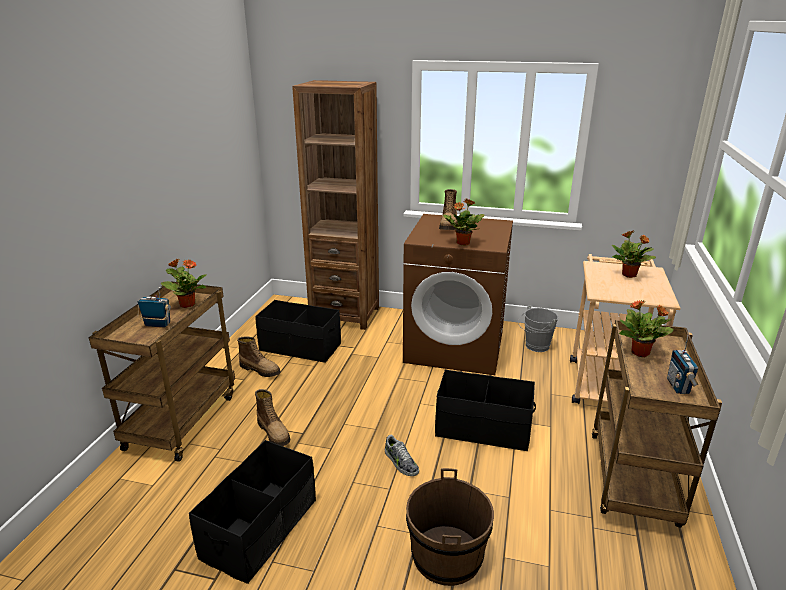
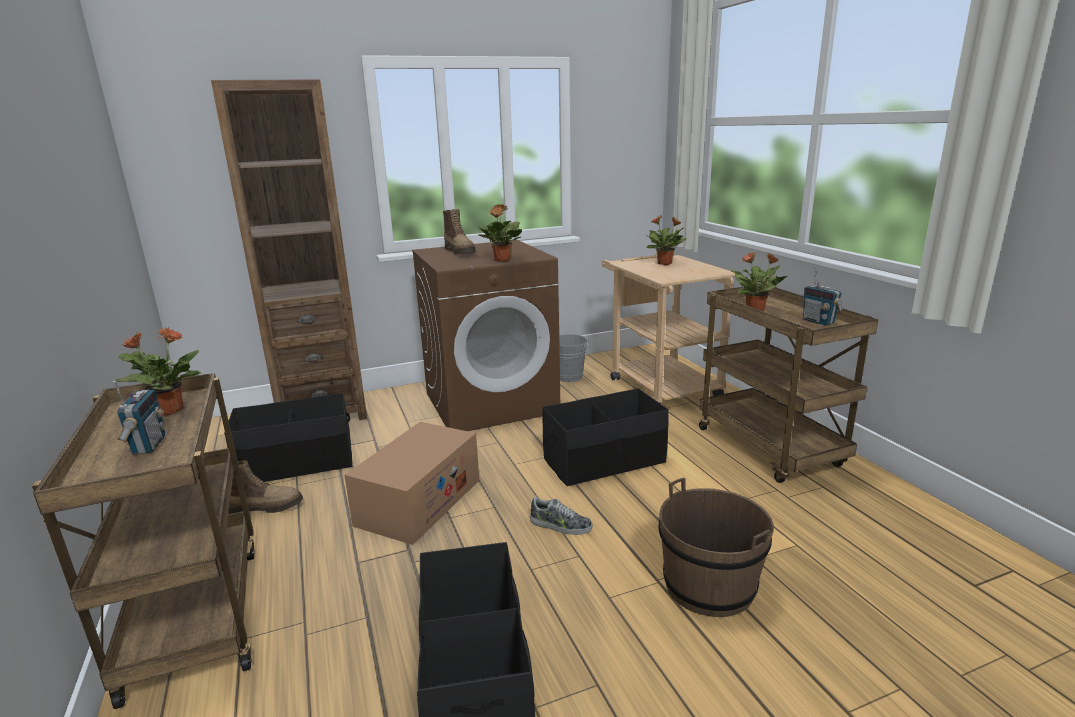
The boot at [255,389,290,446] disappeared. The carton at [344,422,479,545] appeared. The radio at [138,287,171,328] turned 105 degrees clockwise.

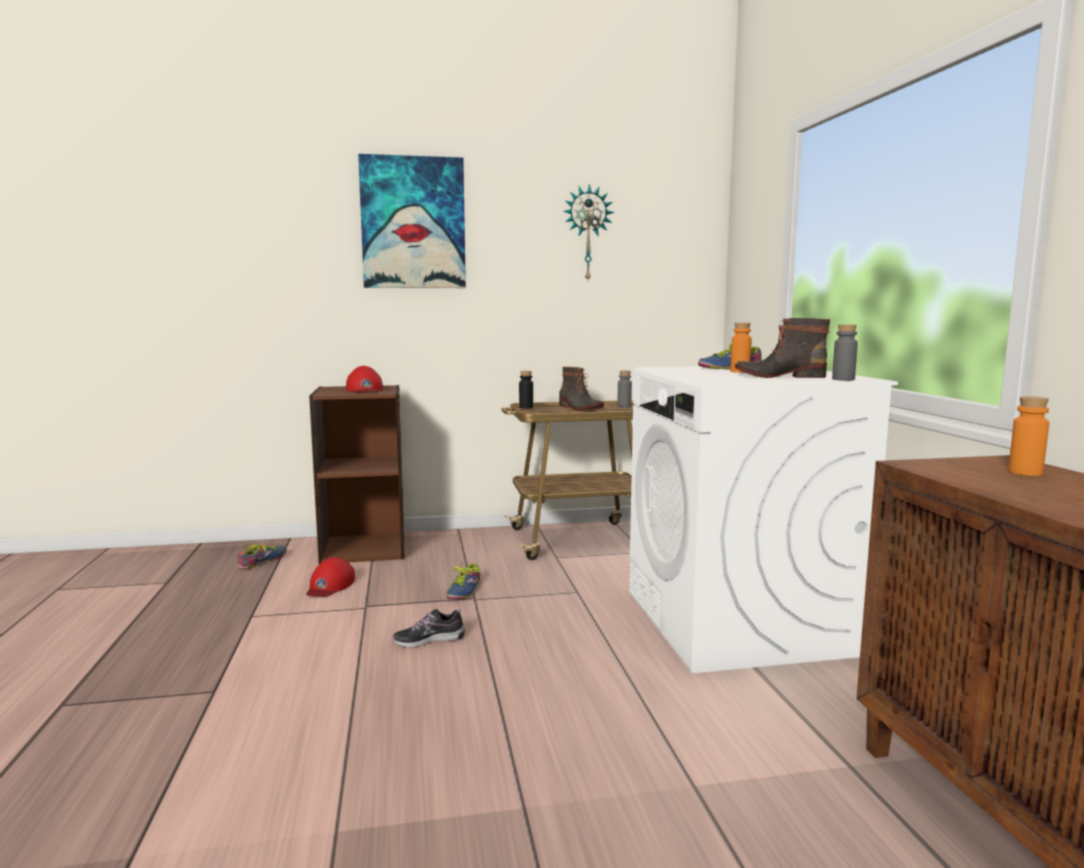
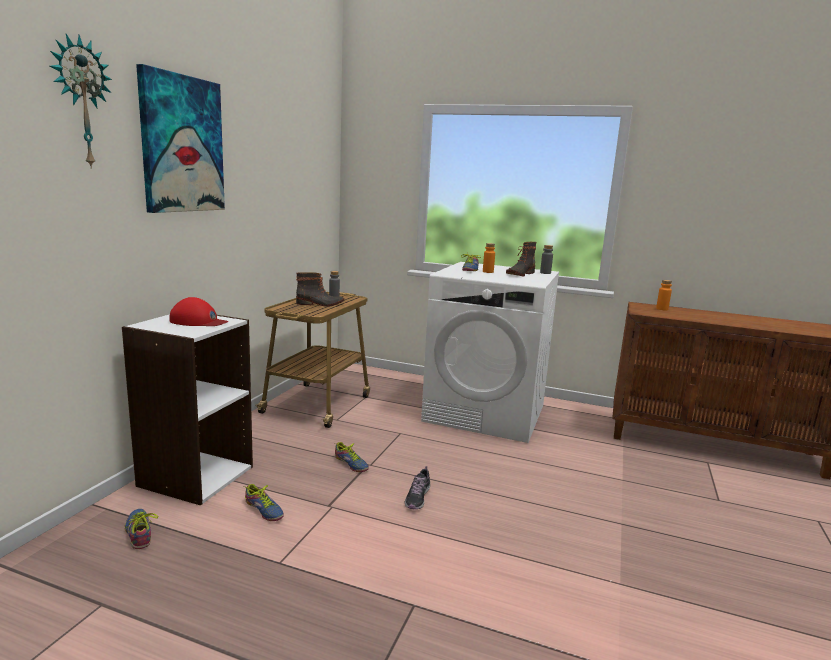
The black bottle at [519,371,533,408] disappeared. The hanging clock moved from [563,184,614,280] to [50,34,112,169]. The reddish baseball cap at [306,557,355,597] was replaced by the shoe at [243,484,284,521]. The brown-coloured bookcase at [309,385,405,564] became the white-coloured bookcase at [122,314,253,506].

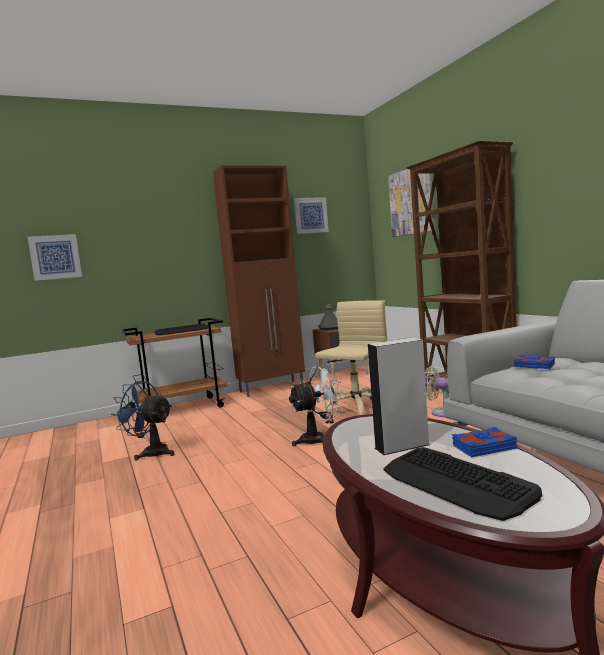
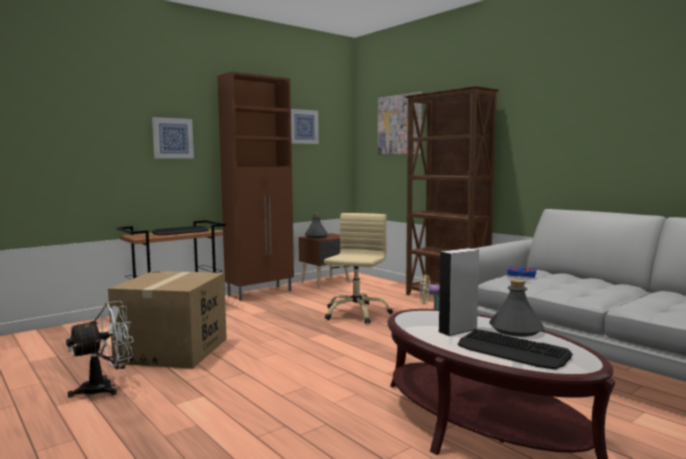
The picture moved from [28,234,82,281] to [152,117,194,159]. The white-coloured electric fan moved from [288,365,344,446] to [66,301,134,398]. The bluish electric fan at [111,381,175,460] was replaced by the carton at [108,271,227,369]. The bluish book at [452,427,517,457] was replaced by the grey bottle at [489,279,544,337].

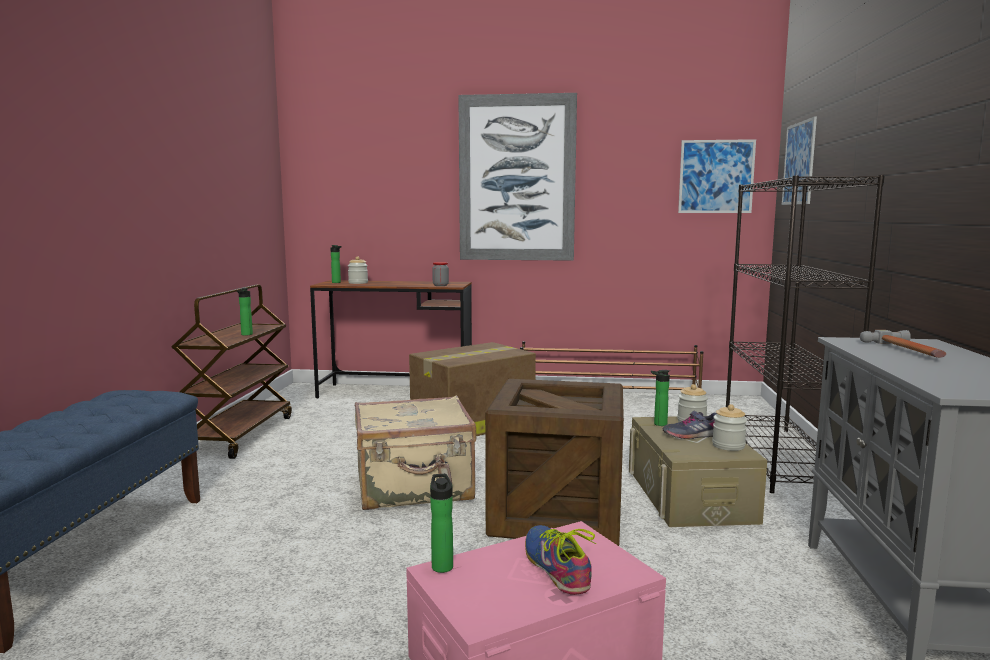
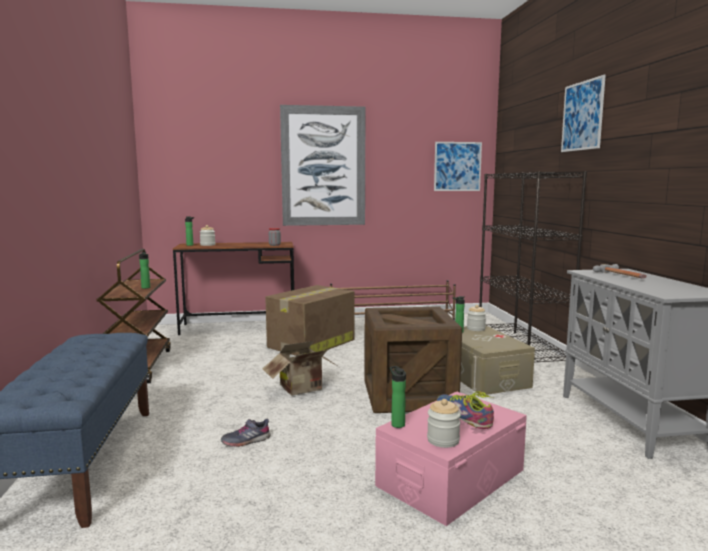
The grey shoe moved from [663,410,717,439] to [221,419,270,447]. The storage jar moved from [712,404,747,451] to [427,399,461,448]. The picture moved from [782,116,817,205] to [561,75,606,152]. The beige-coloured piece of luggage at [355,395,476,510] was replaced by the carton at [262,341,339,395].

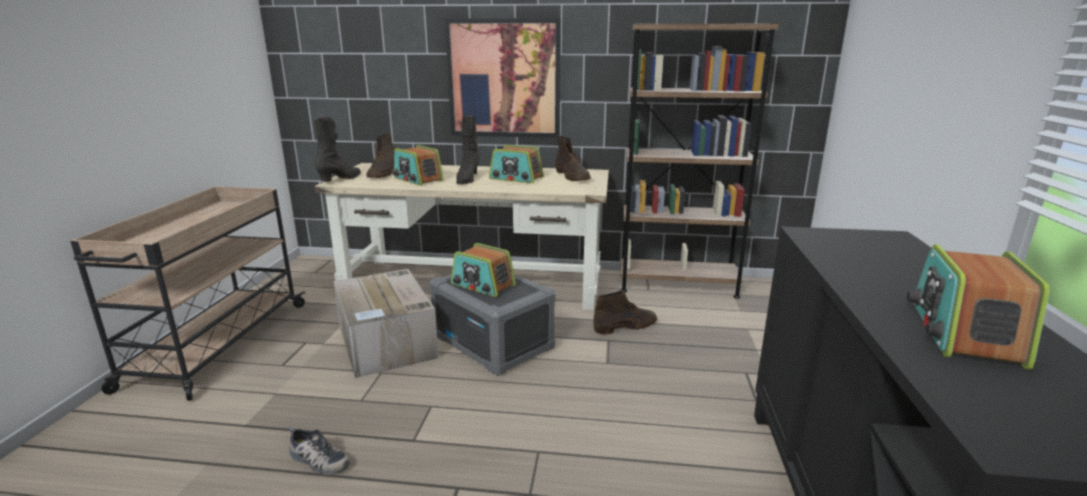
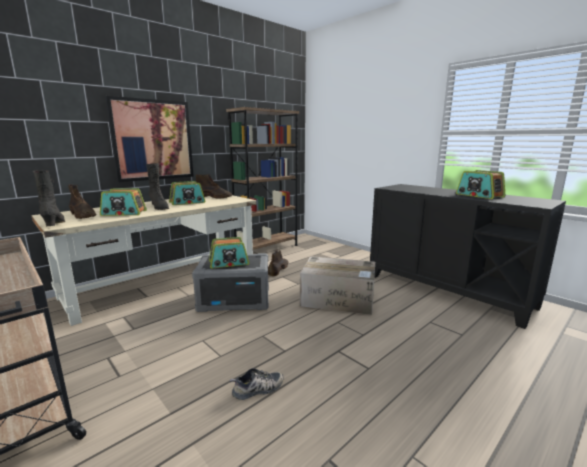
The carton moved from [333,269,439,378] to [300,256,375,315].

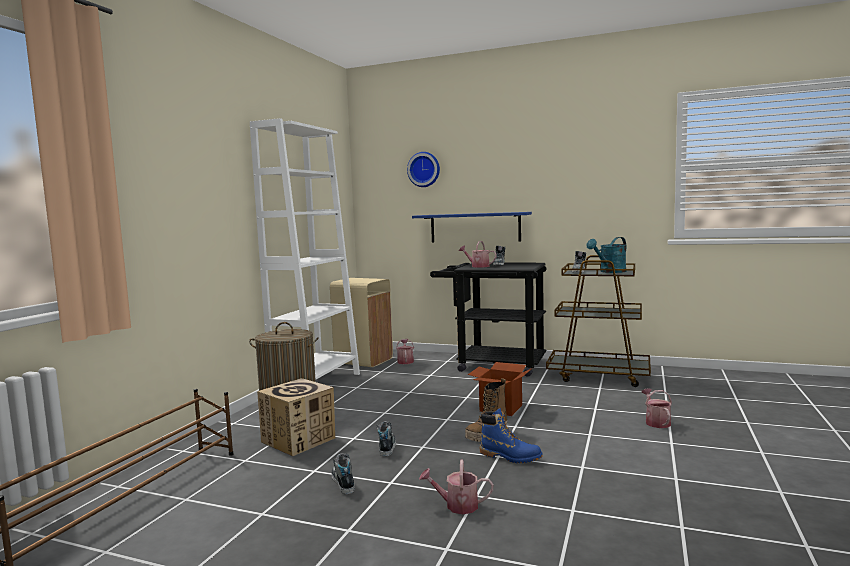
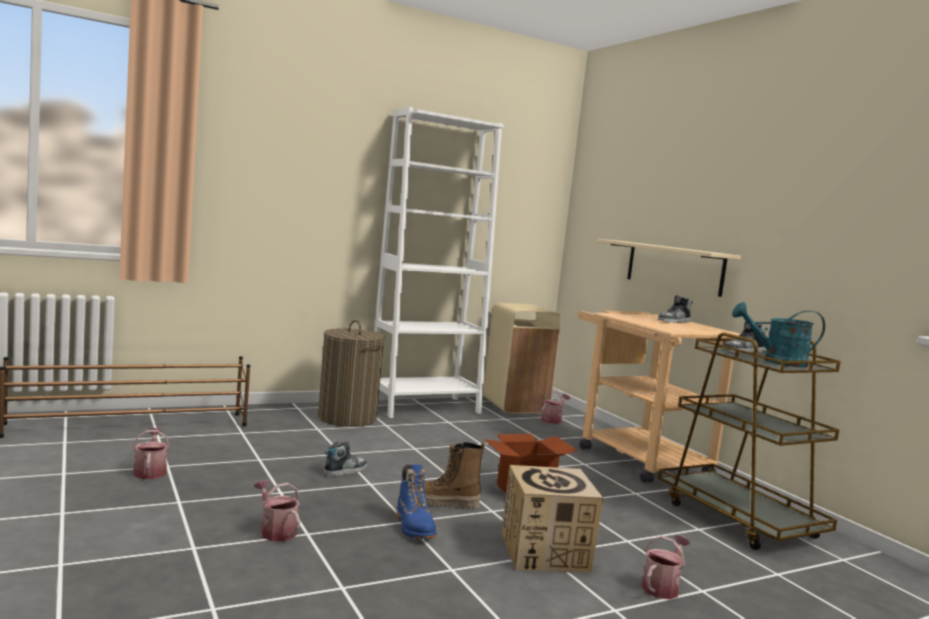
The shoe at [331,453,355,494] disappeared. The hanging clock at [407,152,440,187] disappeared. The carton moved from [257,378,335,456] to [502,465,603,573]. The watering pot moved from [459,241,497,268] to [133,428,170,479]. The bluish bracket shelf at [412,212,532,243] became the beige-coloured bracket shelf at [597,239,741,297]. The black trolley at [430,263,547,377] became the beige-coloured trolley at [578,311,741,483].

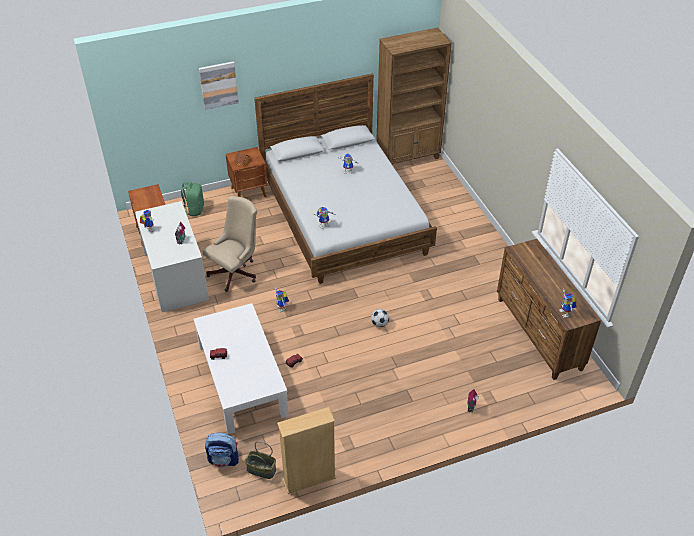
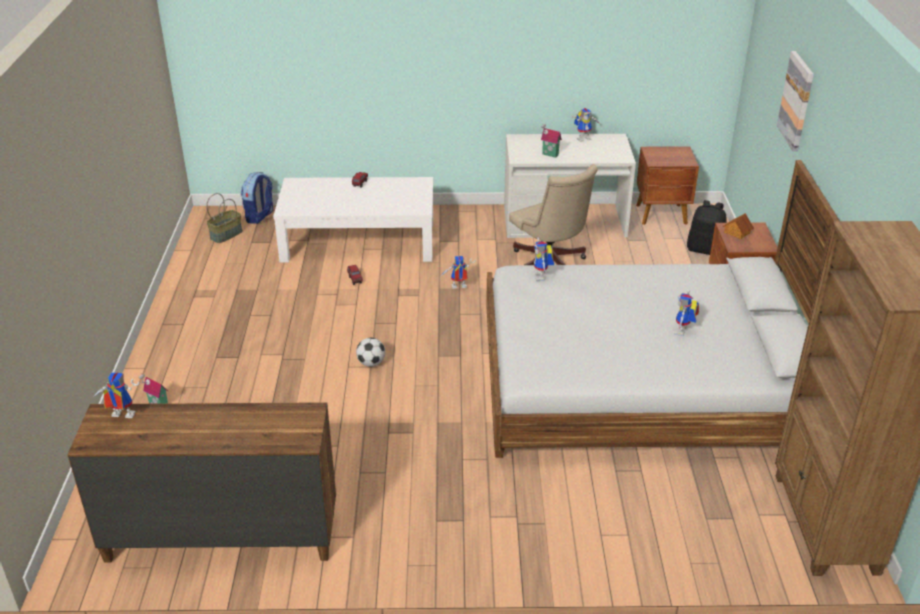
The beige-coloured bookcase at [277,407,336,494] disappeared. The greenish rucksack at [181,182,204,216] became the black rucksack at [687,200,727,255].

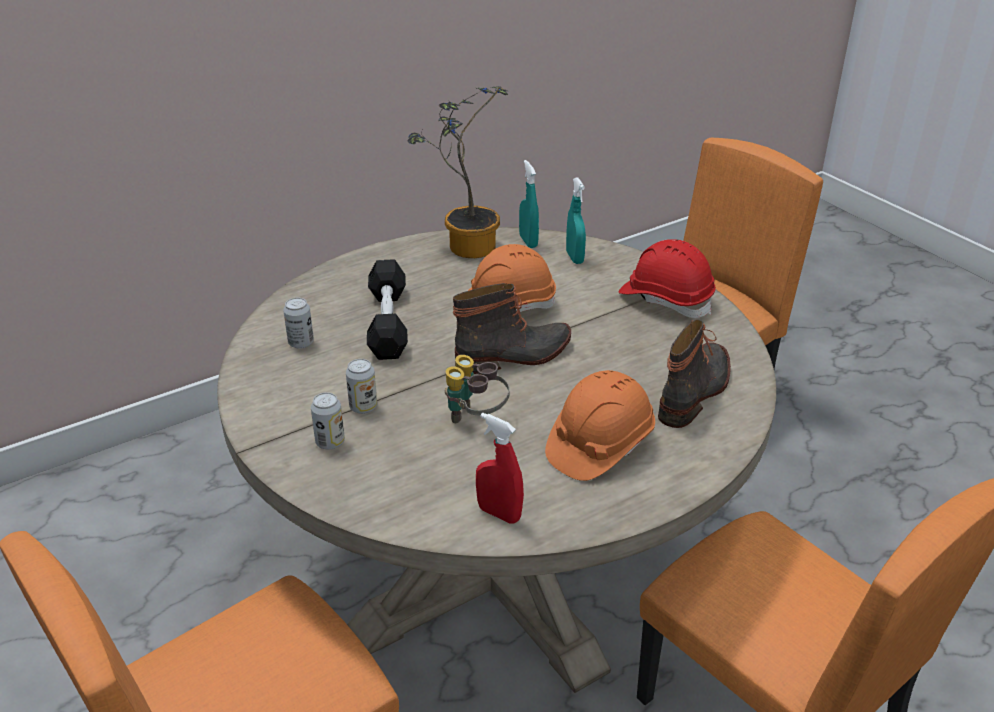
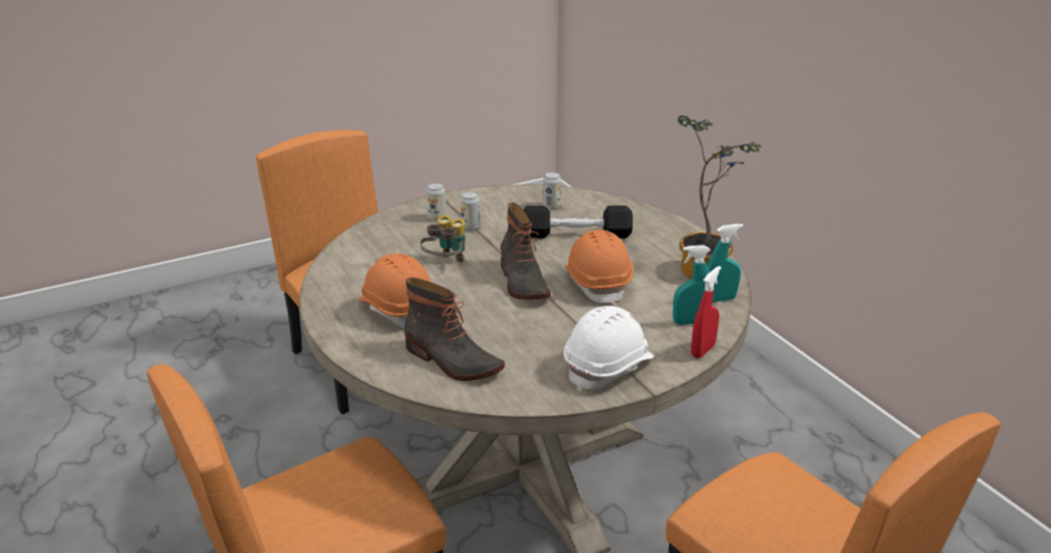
The reddish hand sprayer moved from [476,413,524,524] to [691,266,721,358]. The reddish hard hat at [619,239,716,318] became the white-coloured hard hat at [564,306,654,391].

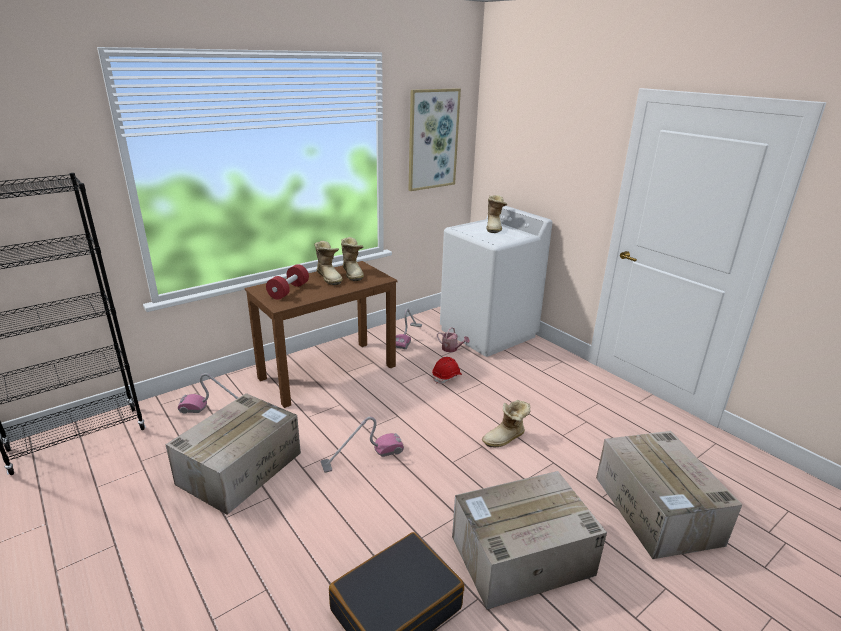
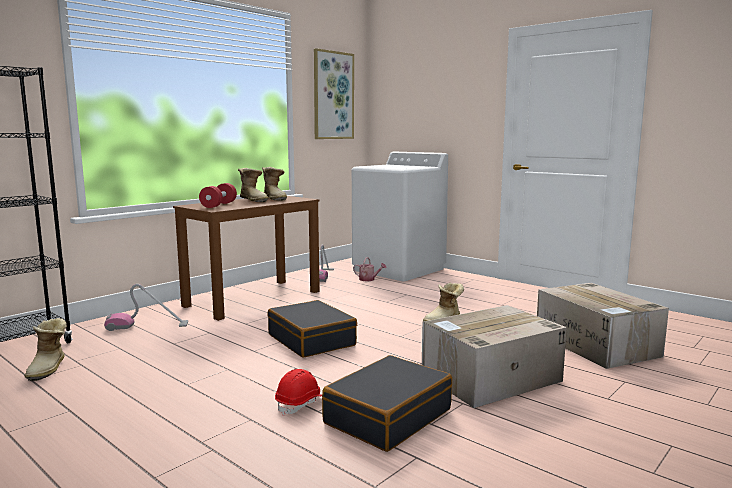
The carton at [165,393,301,515] disappeared. The reddish hard hat moved from [432,357,462,384] to [275,369,322,416]. The boot moved from [486,195,507,233] to [24,318,67,381]. The vacuum at [321,417,404,473] was replaced by the black piece of luggage at [267,300,357,358].

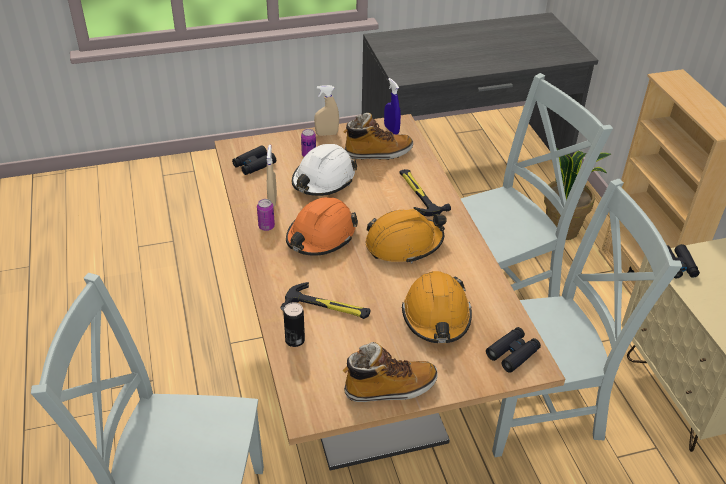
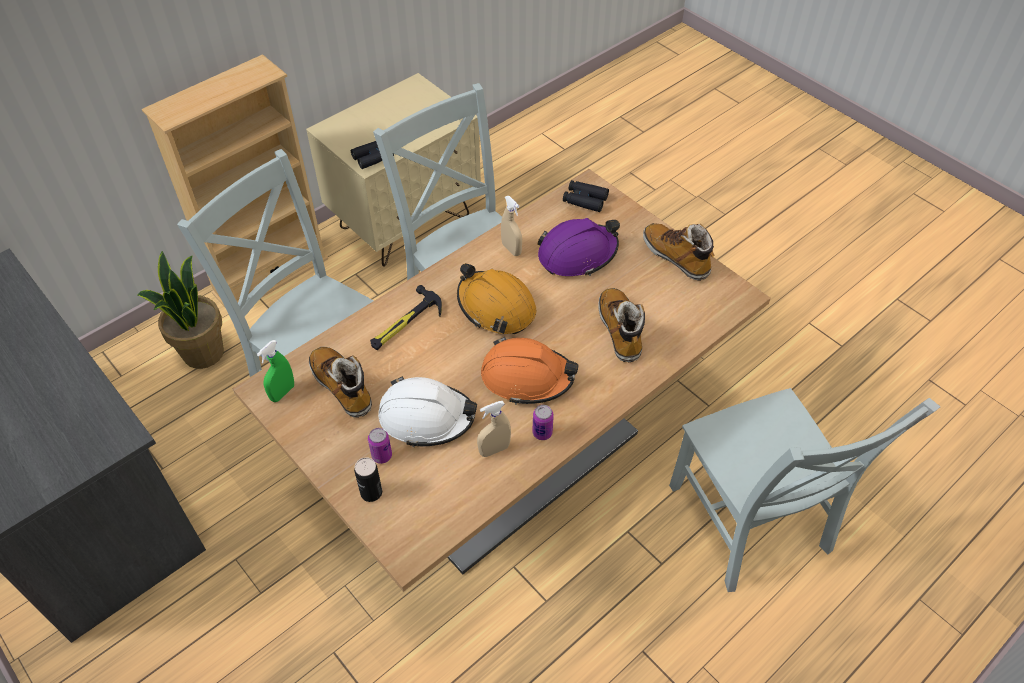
The black pair of binoculars at [232,145,276,175] disappeared. The can moved from [283,302,305,347] to [354,457,382,502]. The beige-coloured hand sprayer moved from [314,85,339,136] to [501,196,522,256]. The hammer at [281,282,370,319] was replaced by the boot at [599,288,645,363]. The bluish hand sprayer at [384,78,401,134] became the greenish hand sprayer at [257,340,294,402]. The orangey hard hat at [402,271,472,343] became the purple-coloured hard hat at [537,218,620,276].

